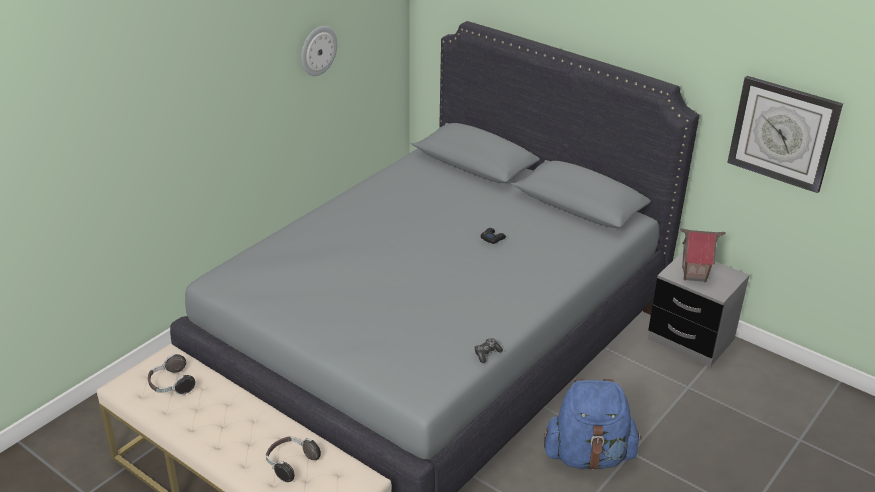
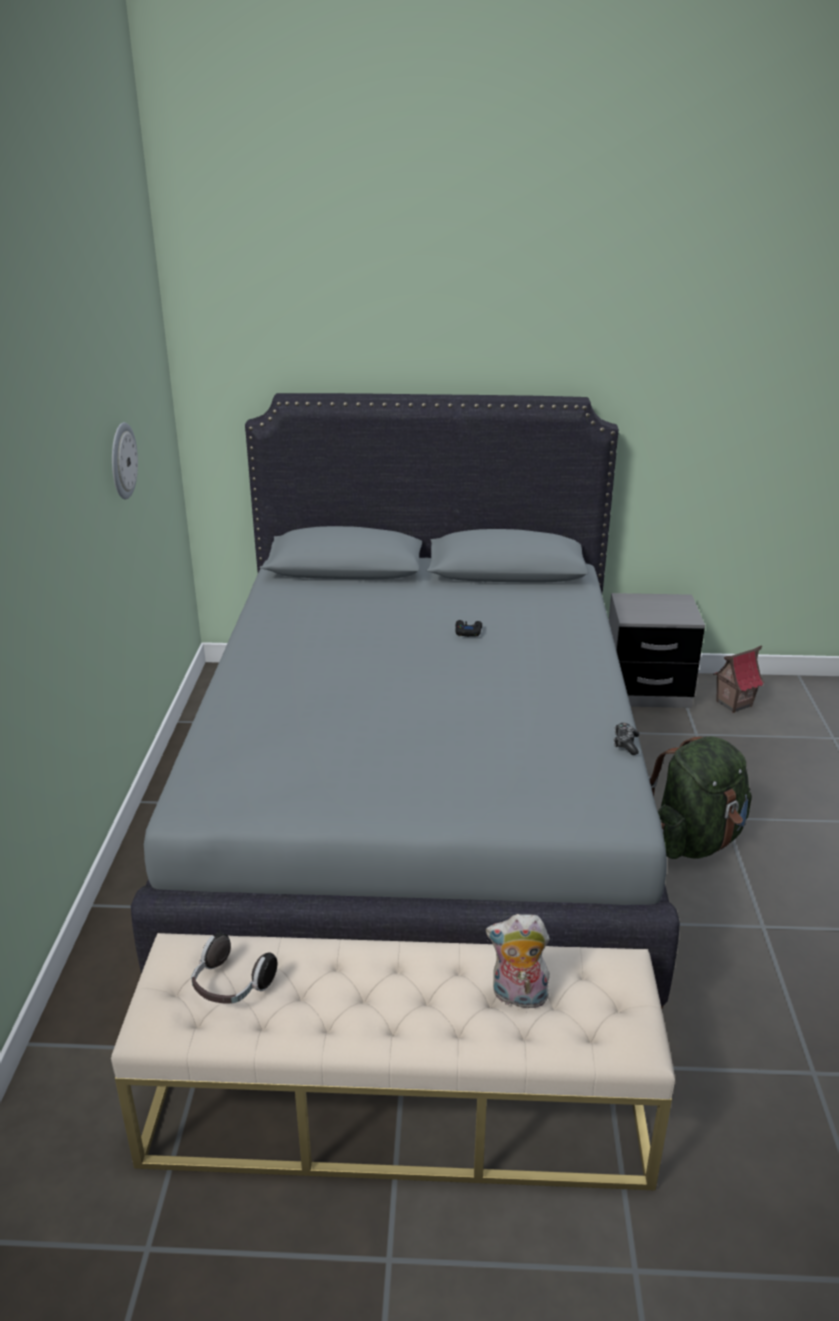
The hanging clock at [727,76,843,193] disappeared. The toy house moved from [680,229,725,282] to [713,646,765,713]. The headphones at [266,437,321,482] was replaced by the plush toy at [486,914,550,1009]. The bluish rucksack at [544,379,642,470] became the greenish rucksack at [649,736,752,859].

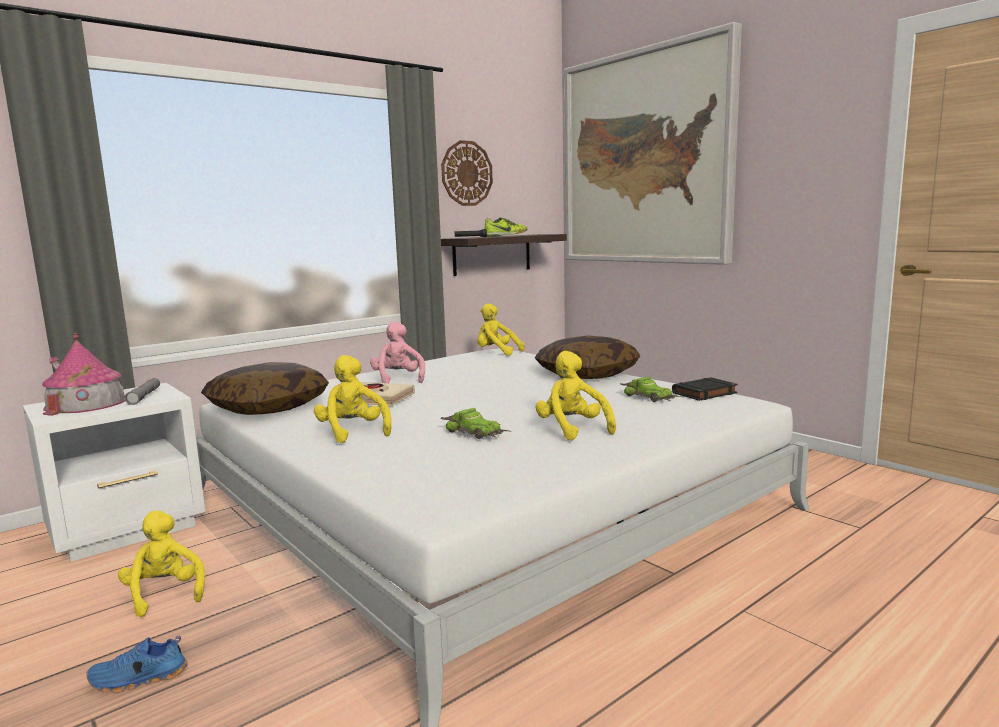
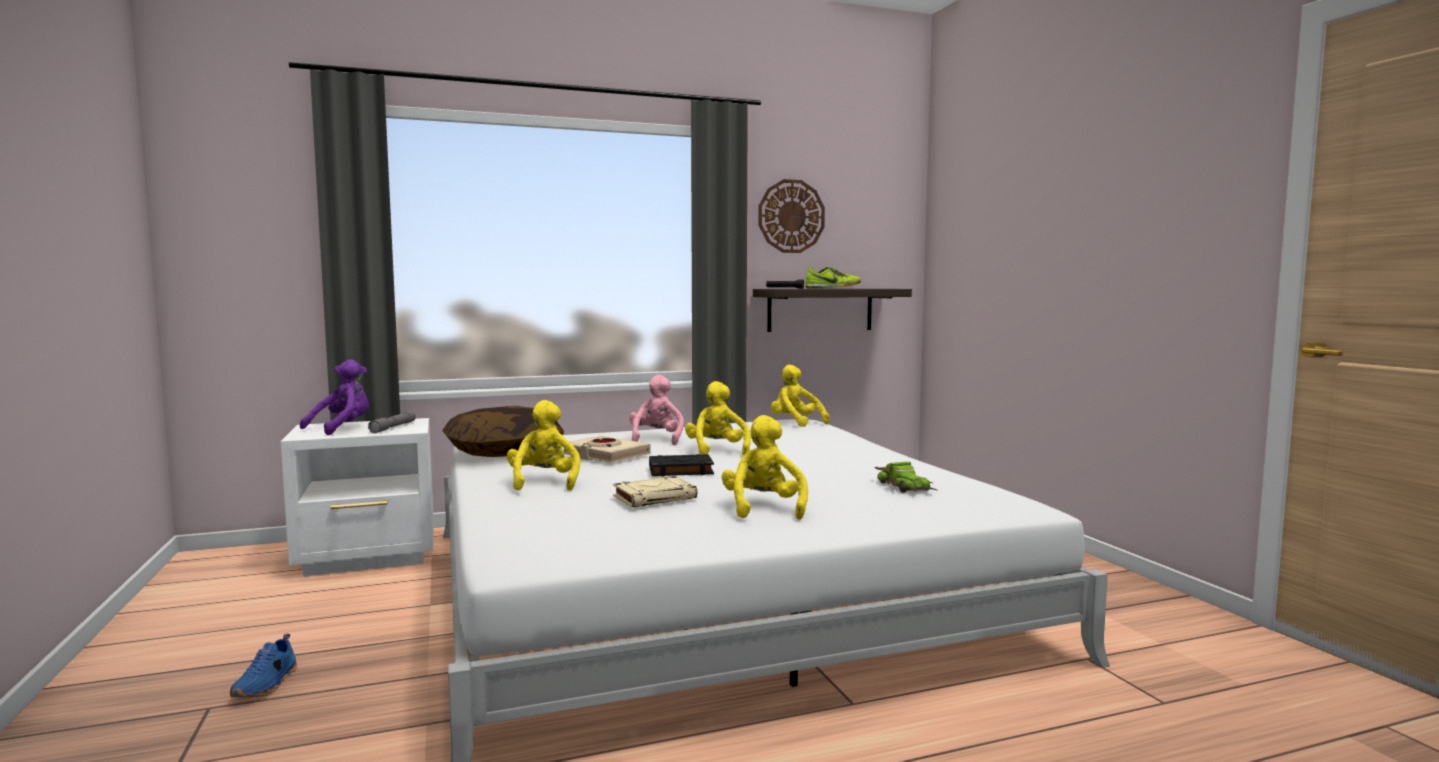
The pillow at [535,335,640,379] disappeared. The picture at [564,22,742,265] disappeared. The yellowish plush toy moved from [118,510,205,617] to [685,381,751,456]. The black book moved from [672,377,738,401] to [649,454,714,477]. The toy house at [42,333,125,416] was replaced by the purple-coloured plush toy at [300,359,369,435]. The model car at [441,408,512,439] was replaced by the beige-coloured book at [613,476,698,507]. The bluish shoe at [86,636,188,693] turned 90 degrees counterclockwise.

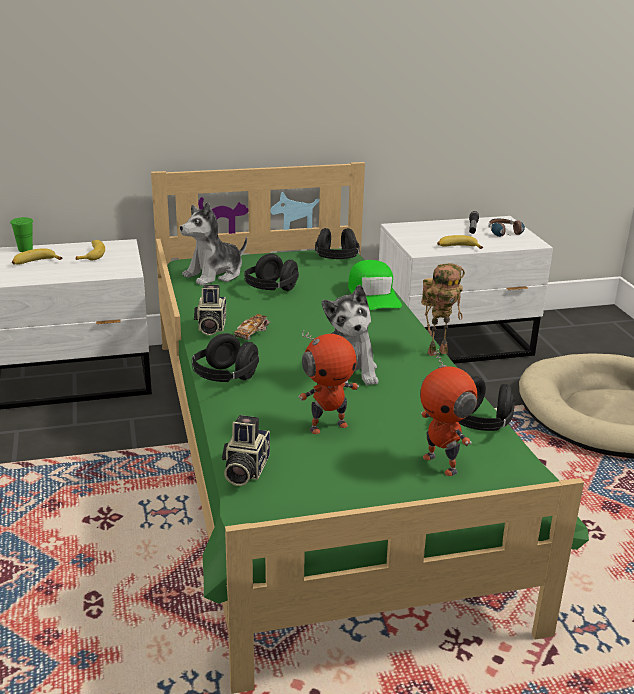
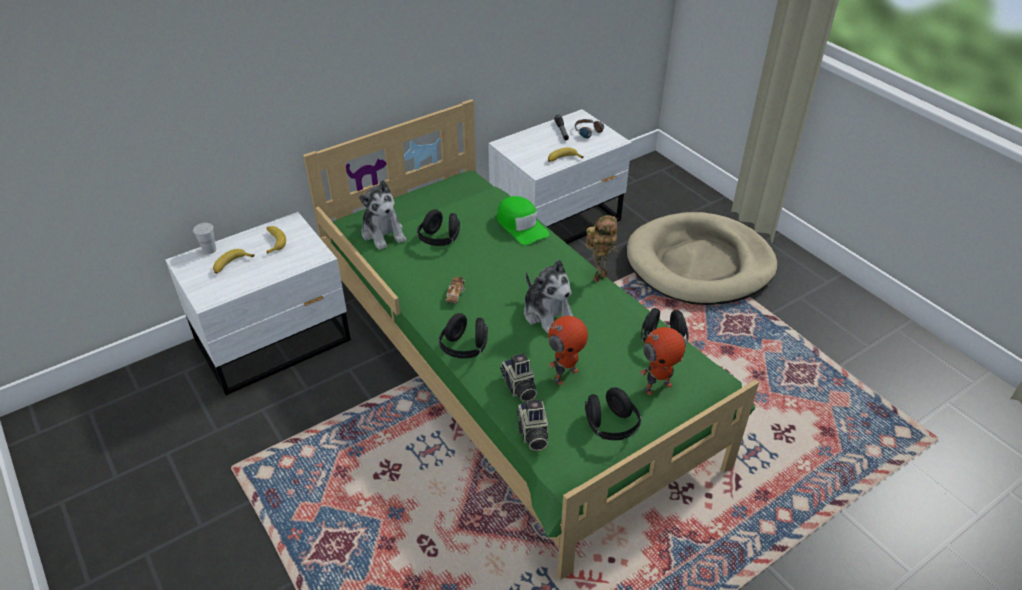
The photo camera moved from [194,285,226,335] to [500,353,537,402]. The black headphones moved from [315,228,360,259] to [585,387,642,441]. The greenish cup at [10,217,33,252] became the white-coloured cup at [193,223,216,254]. The plush toy at [180,202,247,286] turned 60 degrees counterclockwise. The robot figure at [420,349,477,476] turned 60 degrees counterclockwise.

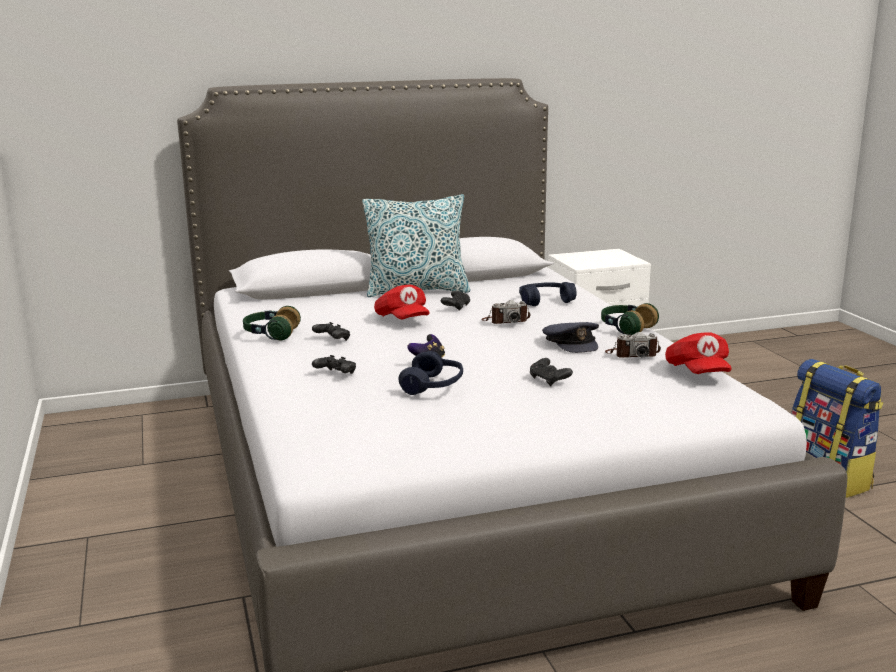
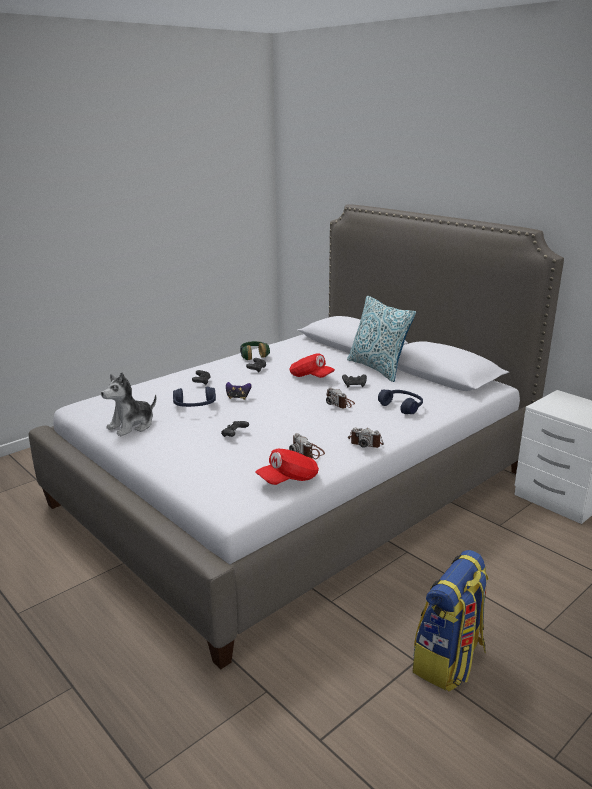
The grey baseball cap at [542,322,599,353] disappeared. The plush toy at [101,372,156,436] appeared. The headphones at [601,303,659,335] was replaced by the photo camera at [348,428,384,448]. The reddish baseball cap at [374,285,430,319] turned 90 degrees counterclockwise.

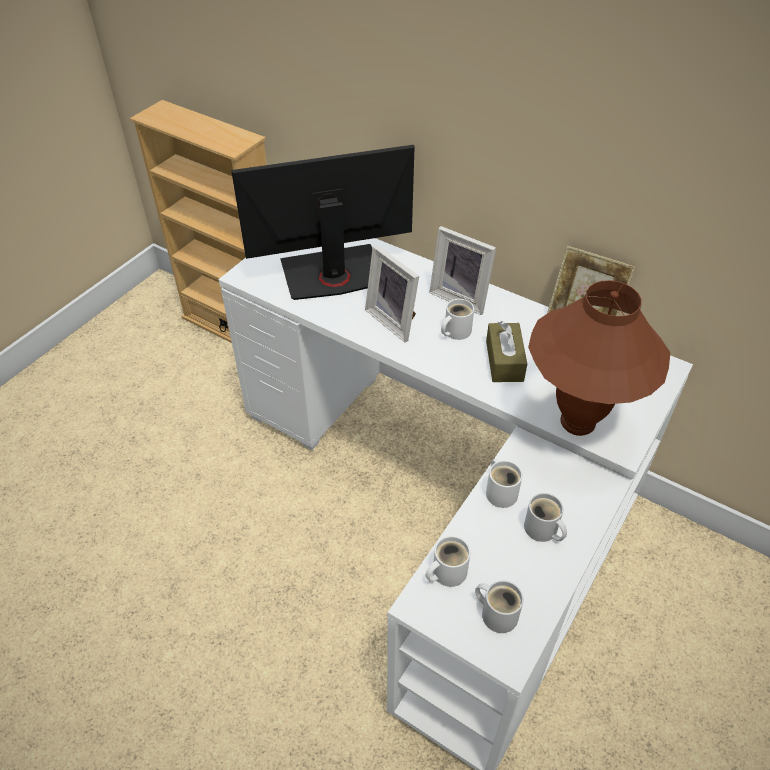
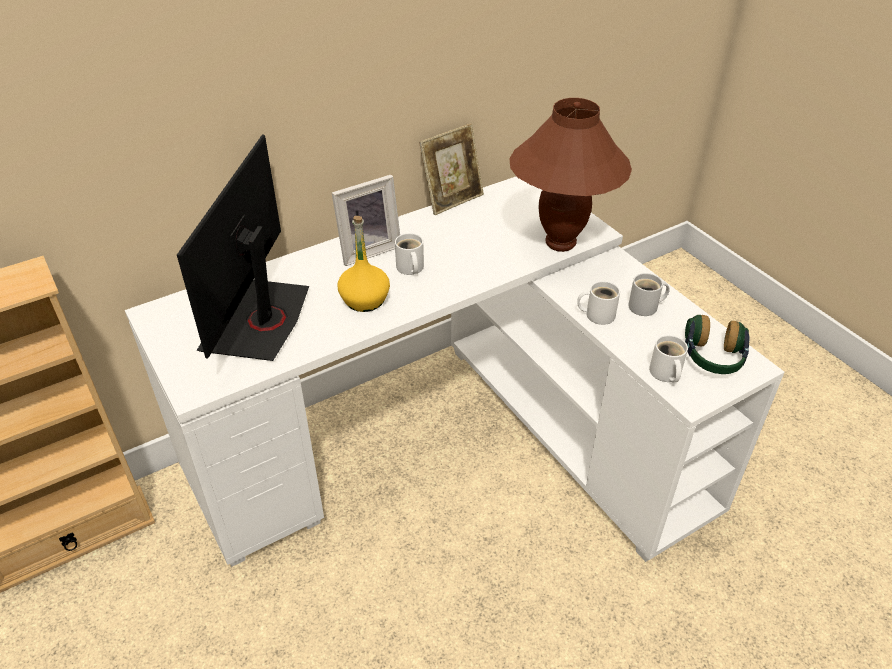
The brown-coloured box of tissues at [486,321,527,382] disappeared. The standing frame at [365,245,419,342] was replaced by the yellowish bottle at [337,216,390,312]. The white-coloured mug at [475,580,524,633] was replaced by the headphones at [685,315,749,374].

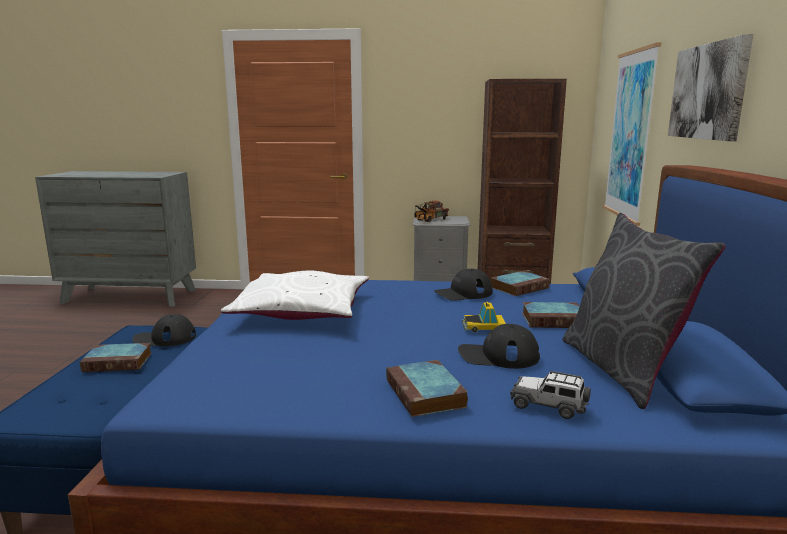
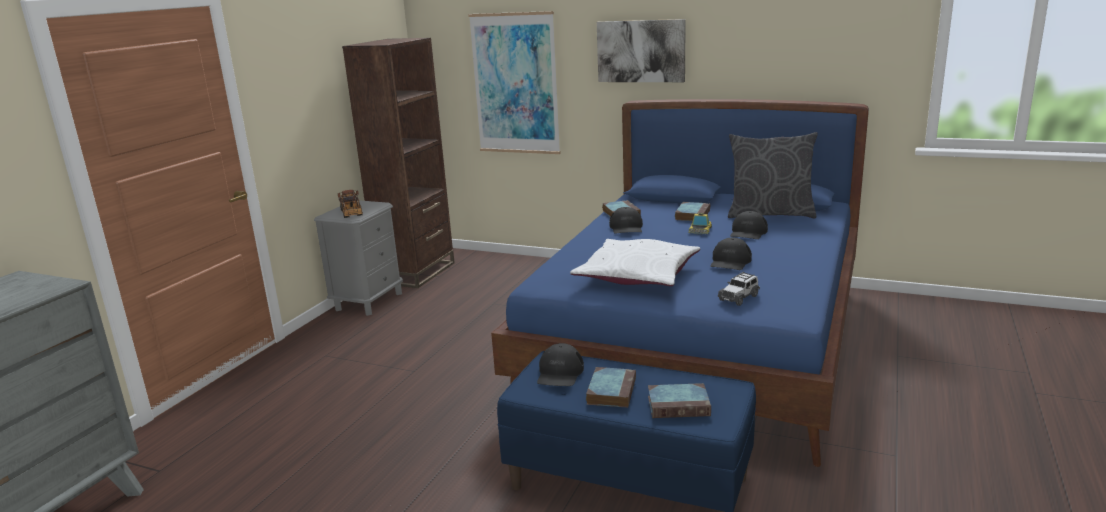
The black baseball cap at [710,238,752,270] appeared. The book moved from [386,360,468,417] to [648,383,711,418]. The model car moved from [510,371,591,419] to [718,272,760,306].

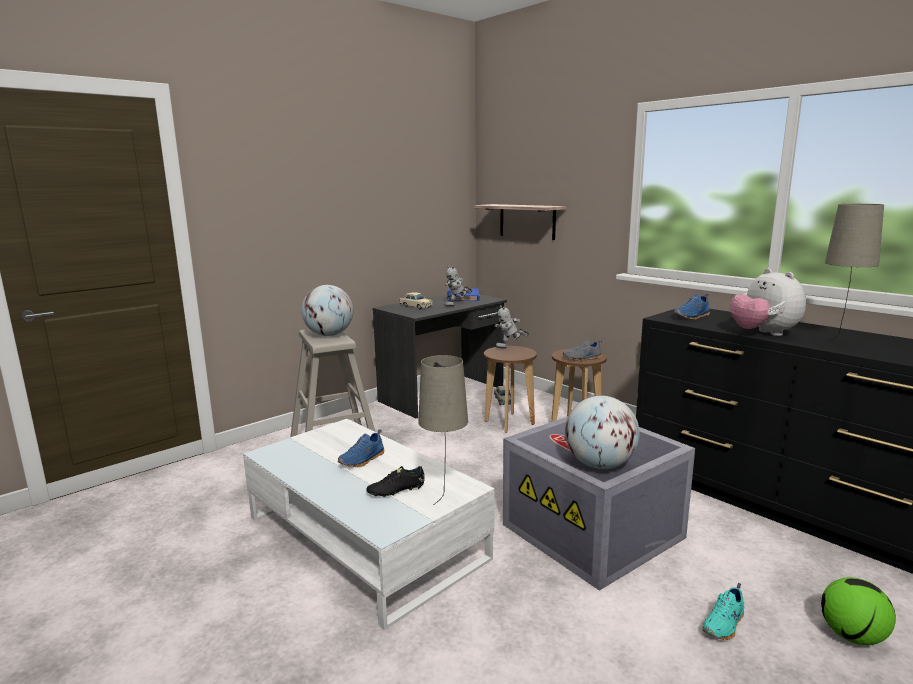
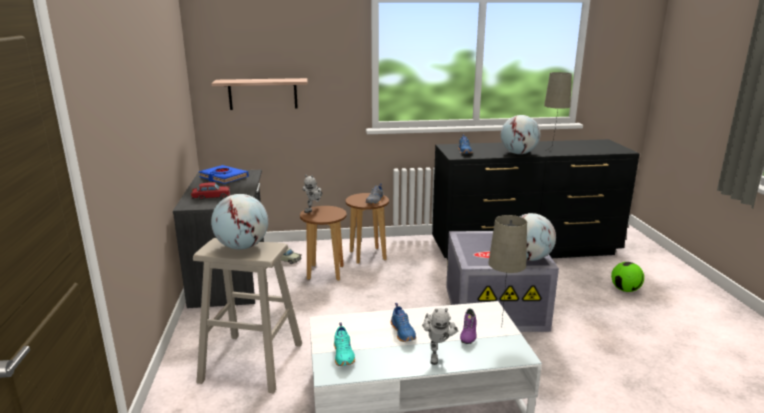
The robot figure moved from [445,265,472,307] to [422,308,458,365]. The turquoise shoe moved from [702,583,744,640] to [334,322,355,366]. The plush toy at [730,268,806,336] was replaced by the desk globe at [501,115,541,154]. The black shoe at [366,466,425,498] became the purple-coloured shoe at [460,308,477,344]. The beige-coloured model car at [399,292,433,309] became the reddish model car at [191,182,231,200].

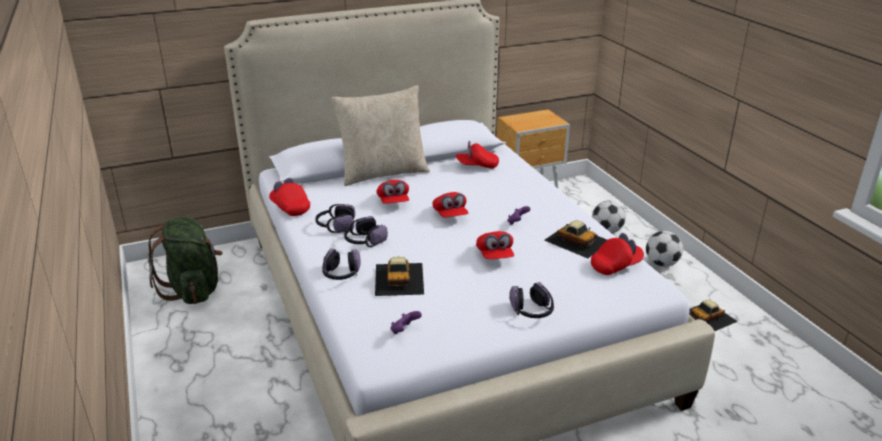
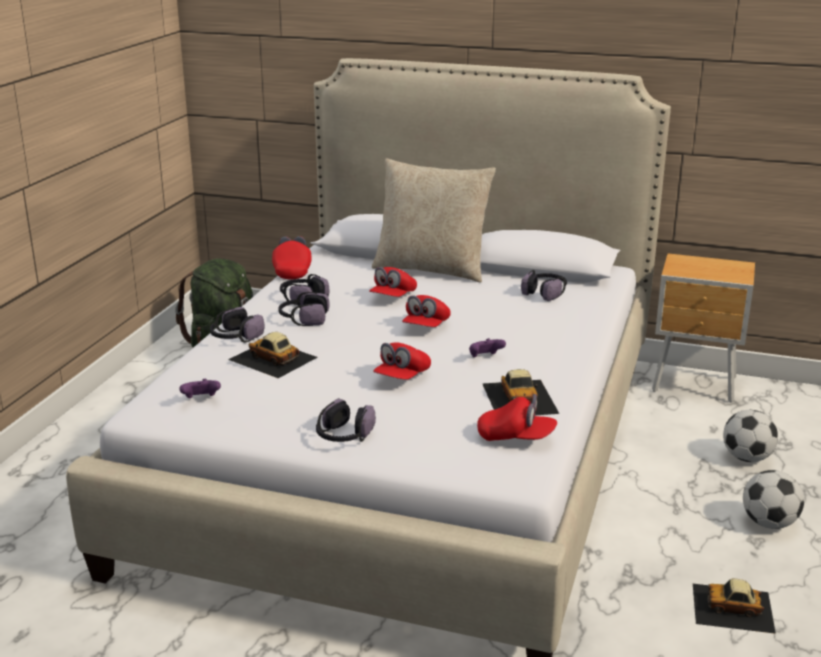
The reddish baseball cap at [456,141,499,169] was replaced by the headphones at [521,270,567,301]. The model car at [375,257,424,296] turned 90 degrees clockwise.

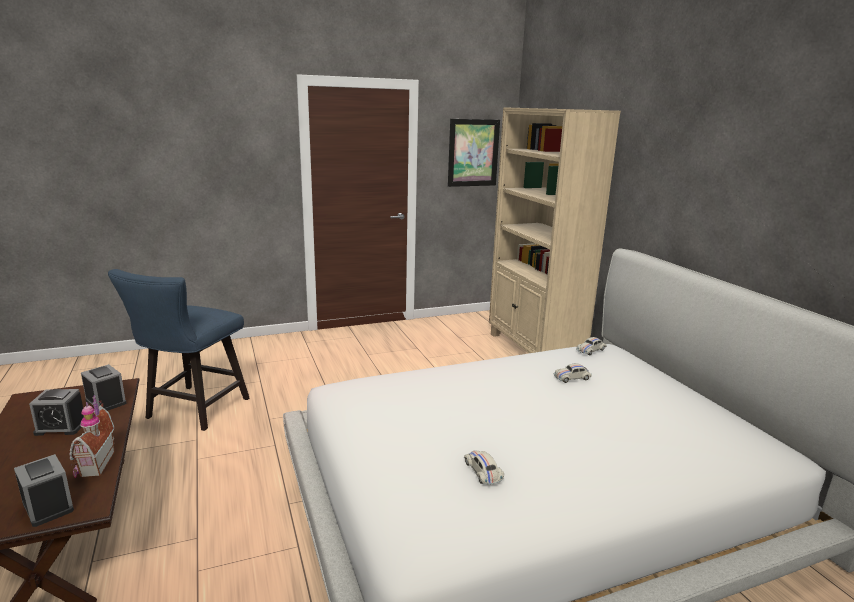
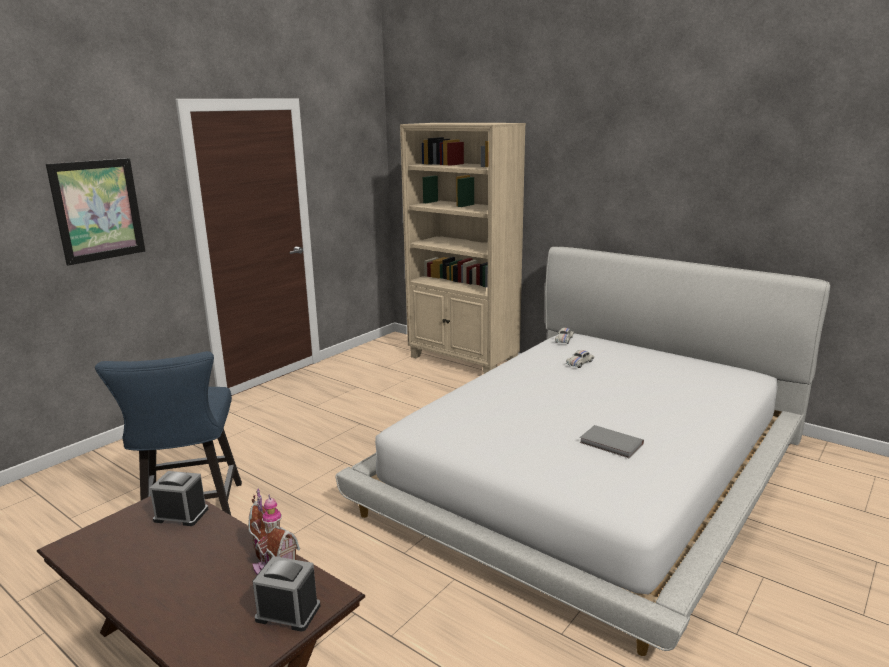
The table clock at [29,389,84,436] disappeared. The picture moved from [448,119,500,187] to [46,158,145,266]. The white-coloured model car at [464,451,504,485] was replaced by the grey book at [579,425,644,459].

